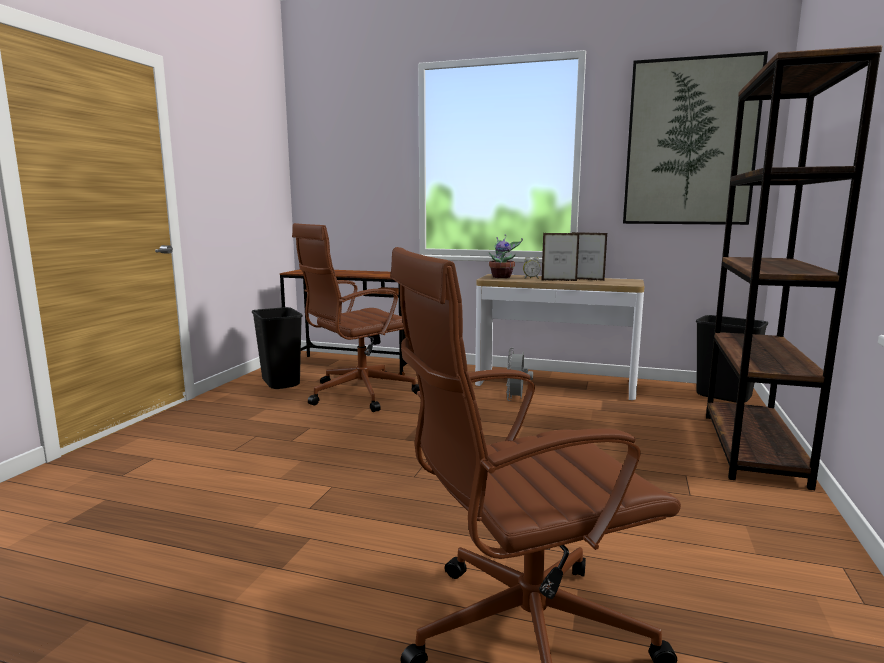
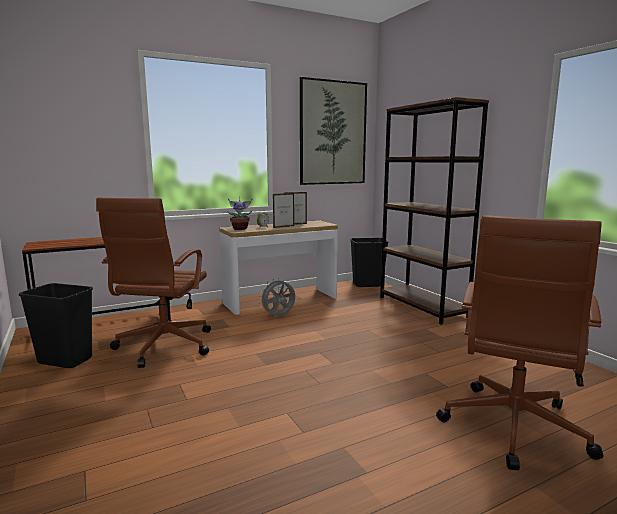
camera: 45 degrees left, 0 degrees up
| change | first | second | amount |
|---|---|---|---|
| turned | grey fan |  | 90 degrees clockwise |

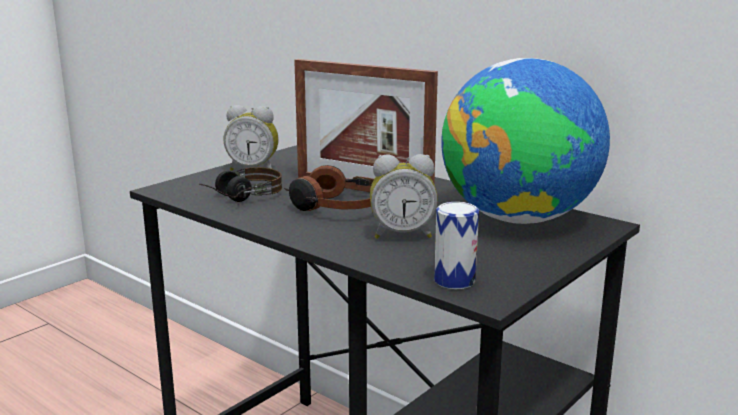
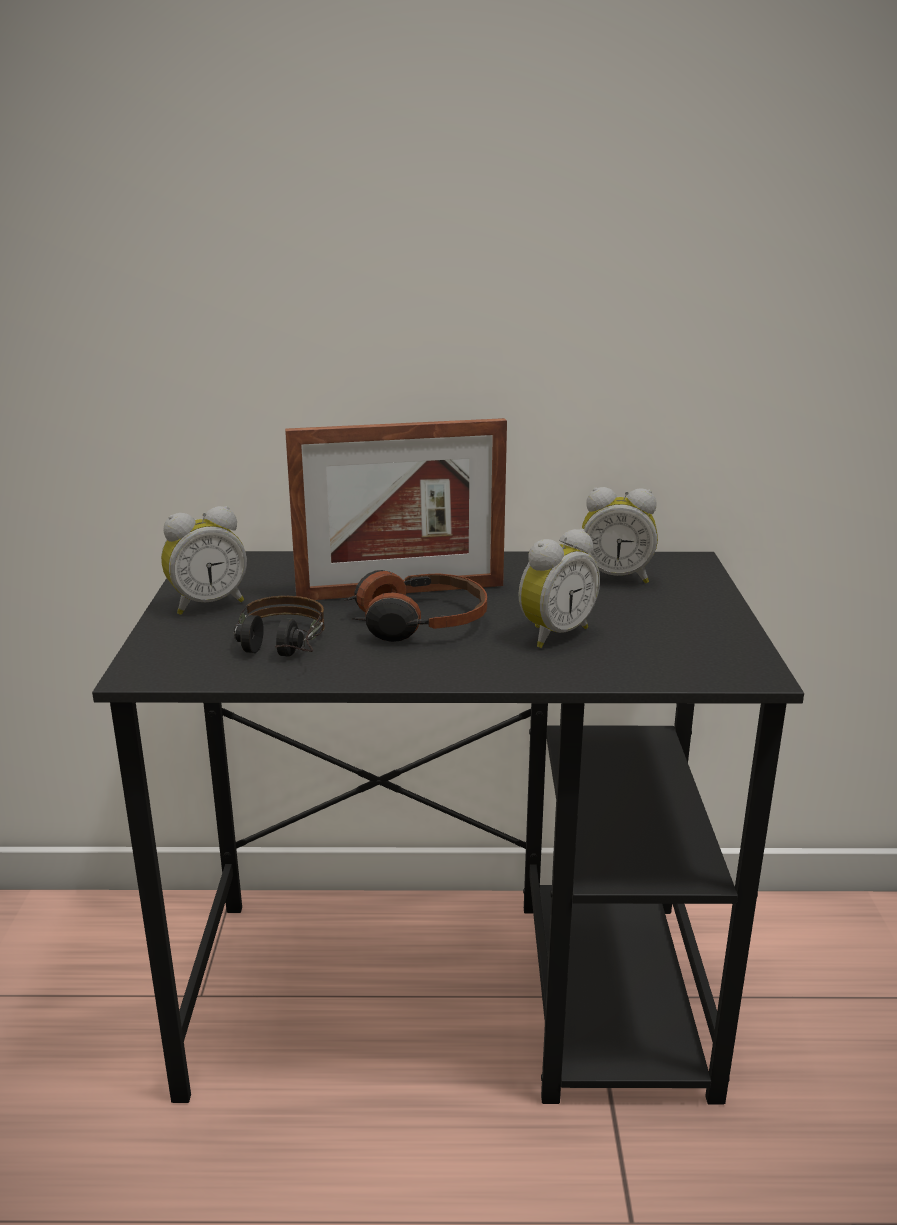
camera: 40 degrees left, 5 degrees up
| change | first | second | amount |
|---|---|---|---|
| replaced | globe | alarm clock (3rd from left) |  |
| removed | can |  |  |

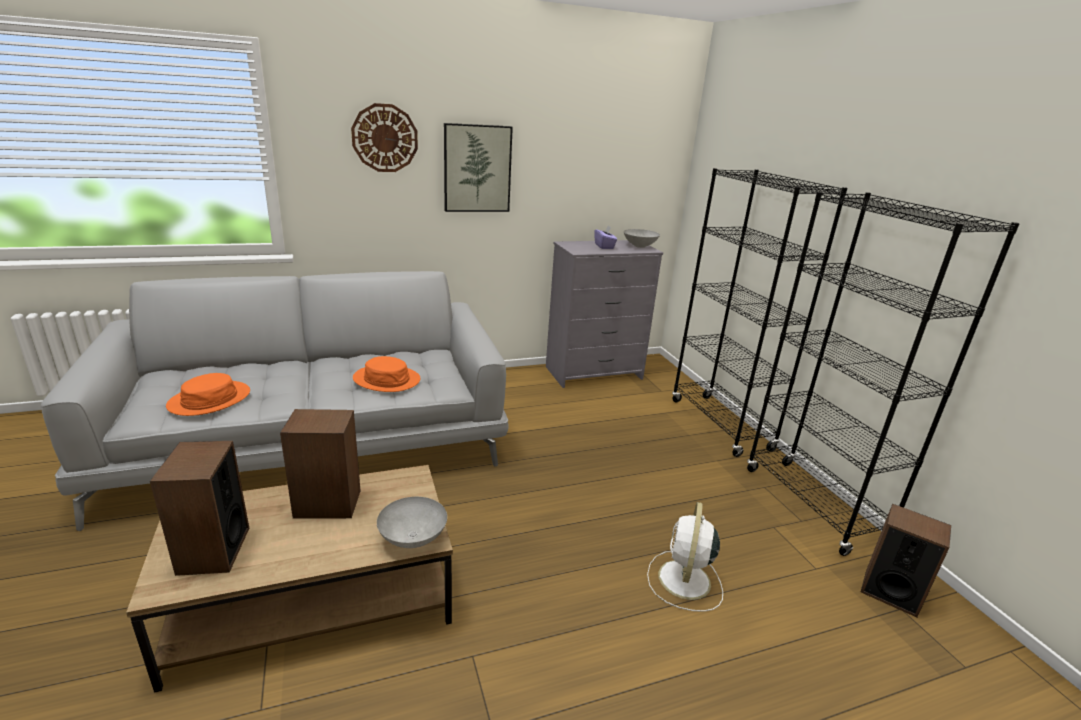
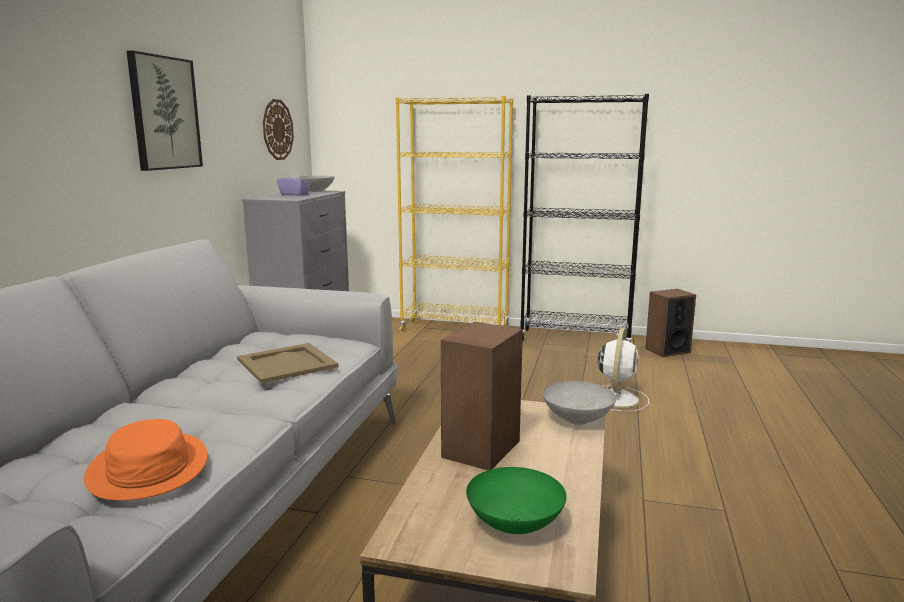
camera: 55 degrees left, 10 degrees down
| change | first | second | amount |
|---|---|---|---|
| replaced | orange hat (2nd from left) | beige tray |  |
| moved | wall clock |  |  |
| recoloured | black bookcase (1st from left) | yellow bookcase |  |
| replaced | speaker (1st from left) | green bowl |  |
| turned | white fan |  | 120 degrees counterclockwise |

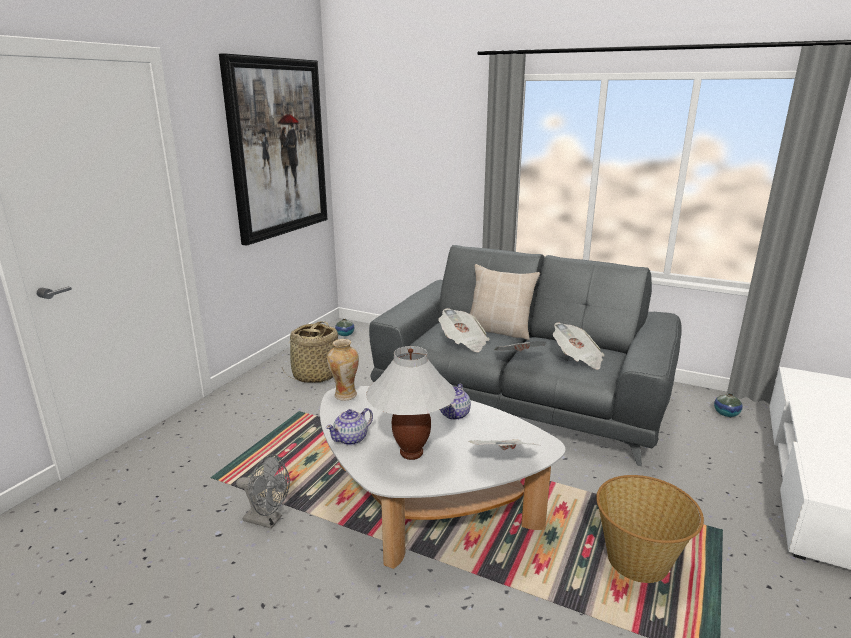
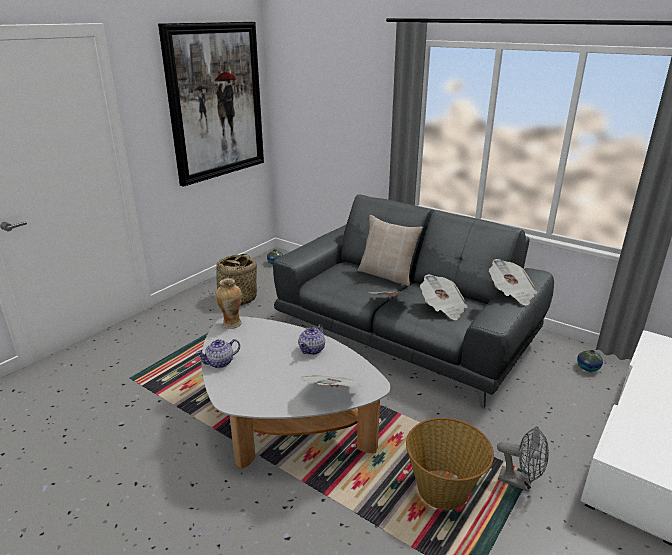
camera: 10 degrees right, 5 degrees up
| change | first | second | amount |
|---|---|---|---|
| moved | newspaper (1st from left in the first image) | newspaper (4th from left) |  |
| moved | grey fan |  |  |
| removed | white table lamp |  |  |

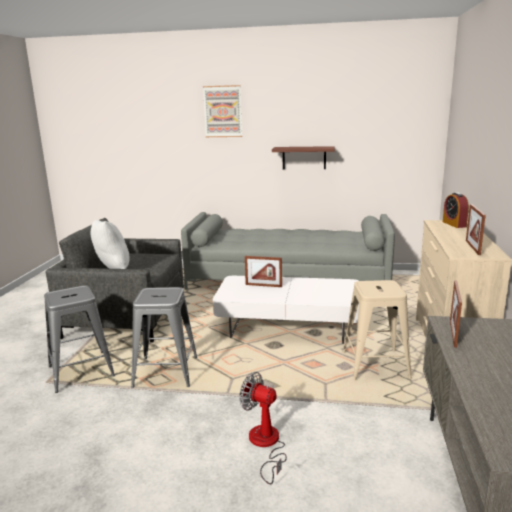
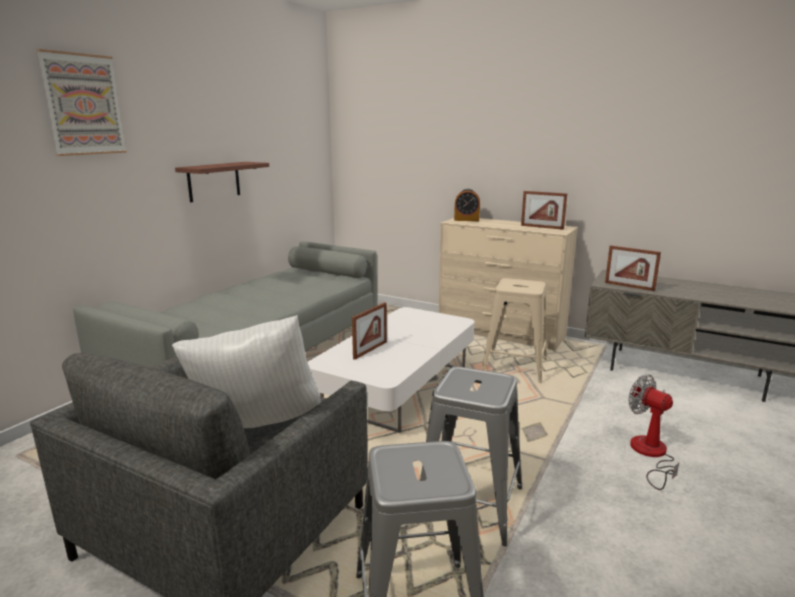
camera: 70 degrees left, 0 degrees up
| change | first | second | amount |
|---|---|---|---|
| turned | fan |  | 90 degrees clockwise |

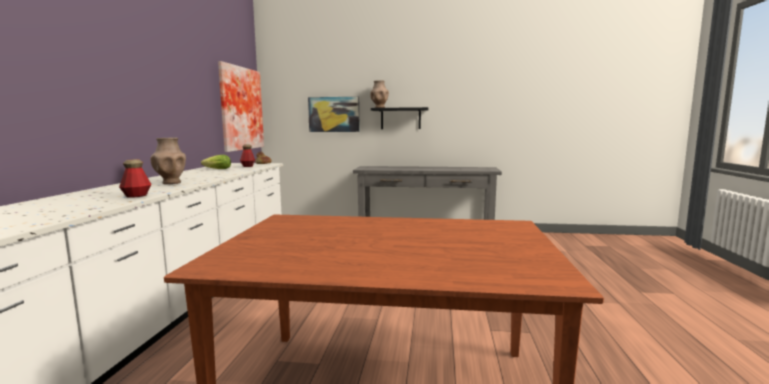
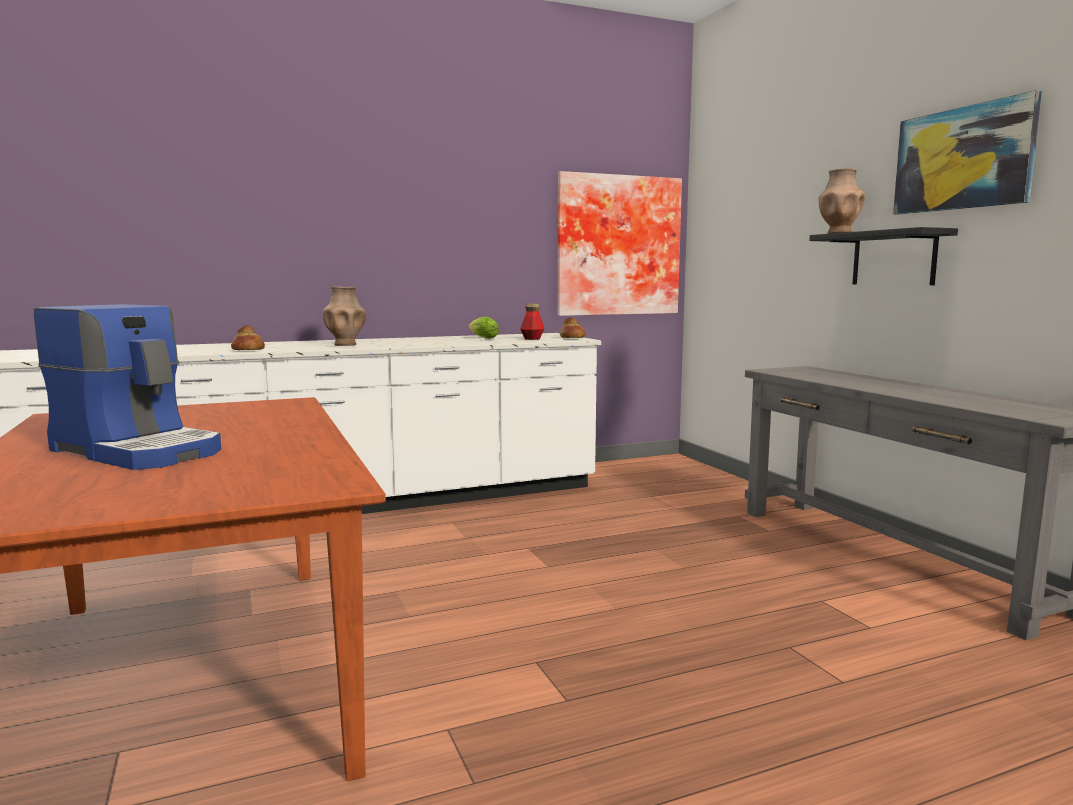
camera: 60 degrees right, 0 degrees up
| change | first | second | amount |
|---|---|---|---|
| added |  | coffee machine |  |
| replaced | bottle (1st from left) | bread (1st from left) |  |
| moved | picture (2nd from left) |  |  |

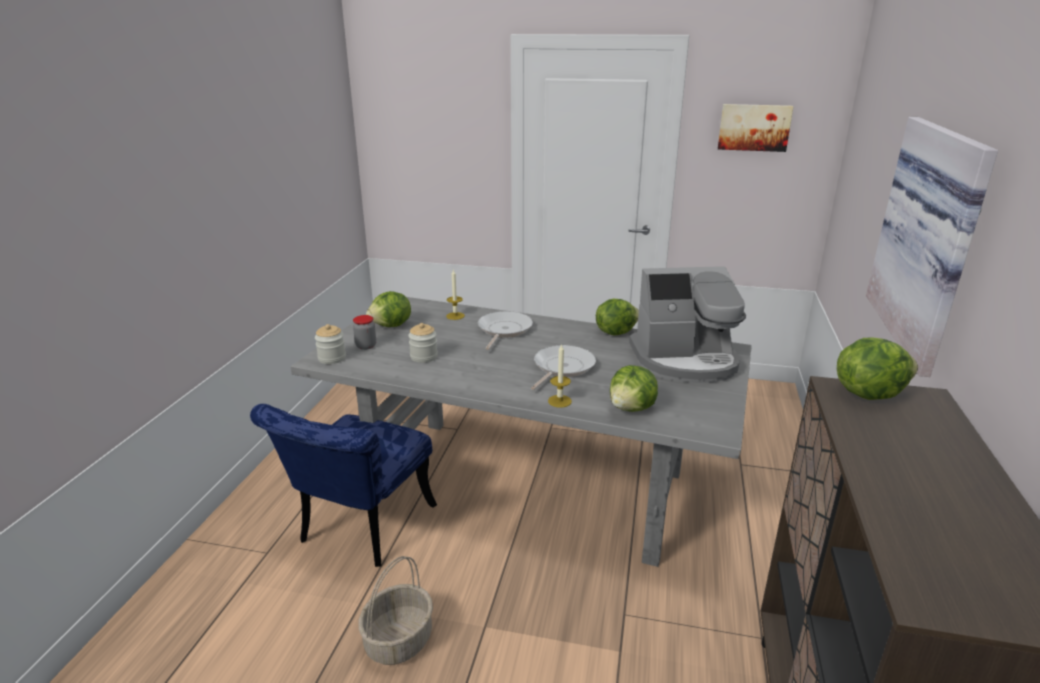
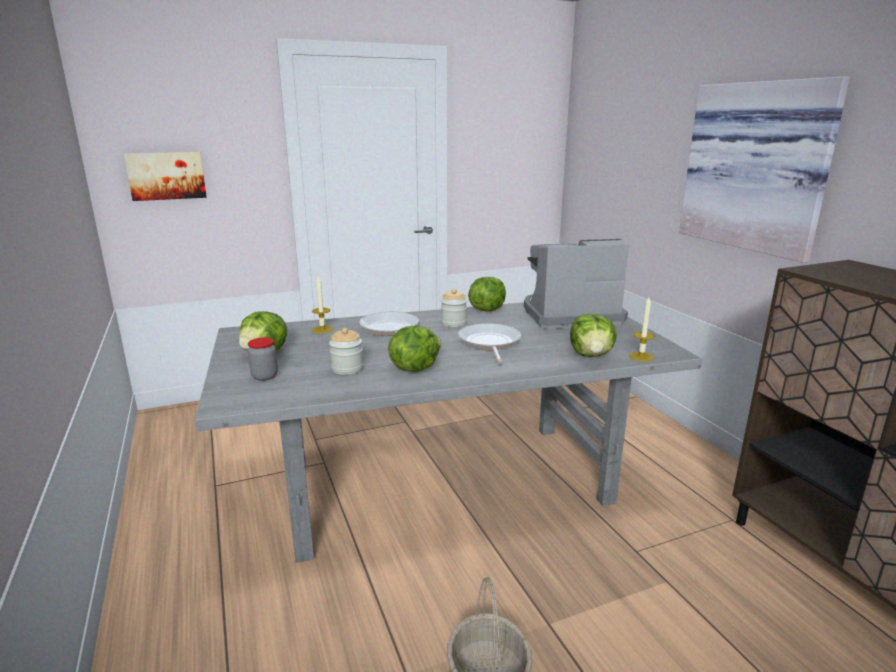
camera: 35 degrees left, 5 degrees down
| change | first | second | amount |
|---|---|---|---|
| moved | picture (1st from left) |  |  |
| moved | lettuce (4th from left in the first image) | lettuce (2nd from left) |  |
| moved | jar (1st from left in the first image) | jar (3rd from left) |  |
| turned | coffee machine |  | 150 degrees counterclockwise |
| moved | candle (2nd from left) |  |  |
| removed | blue chair |  |  |

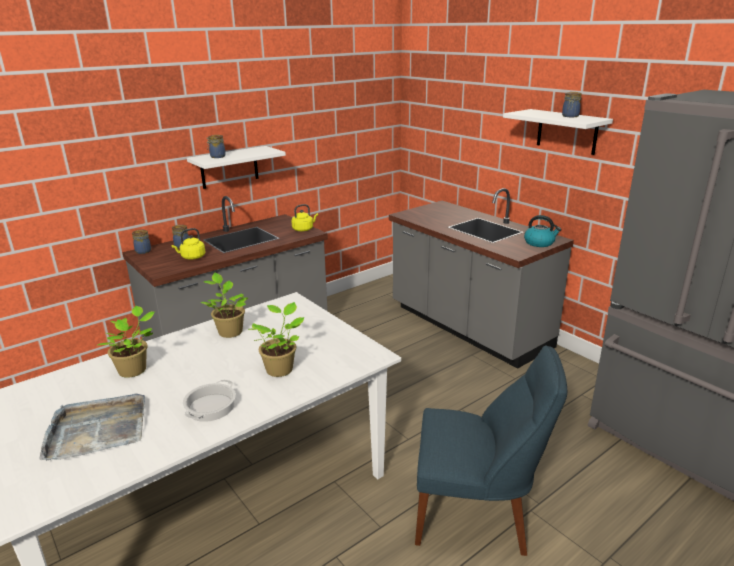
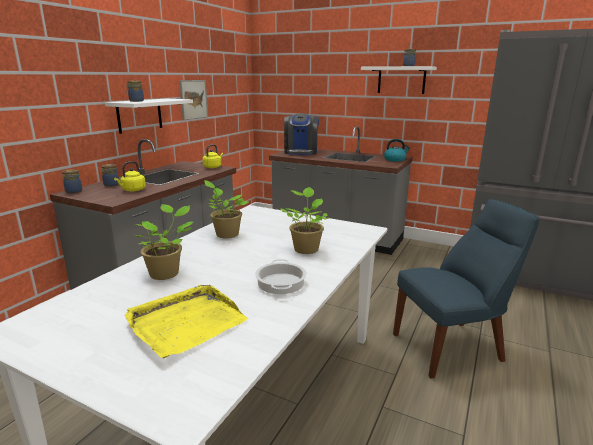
camera: 25 degrees left, 5 degrees down
| change | first | second | amount |
|---|---|---|---|
| recoloured | grey tray | yellow tray |  |
| added |  | picture |  |
| added |  | coffee machine |  |

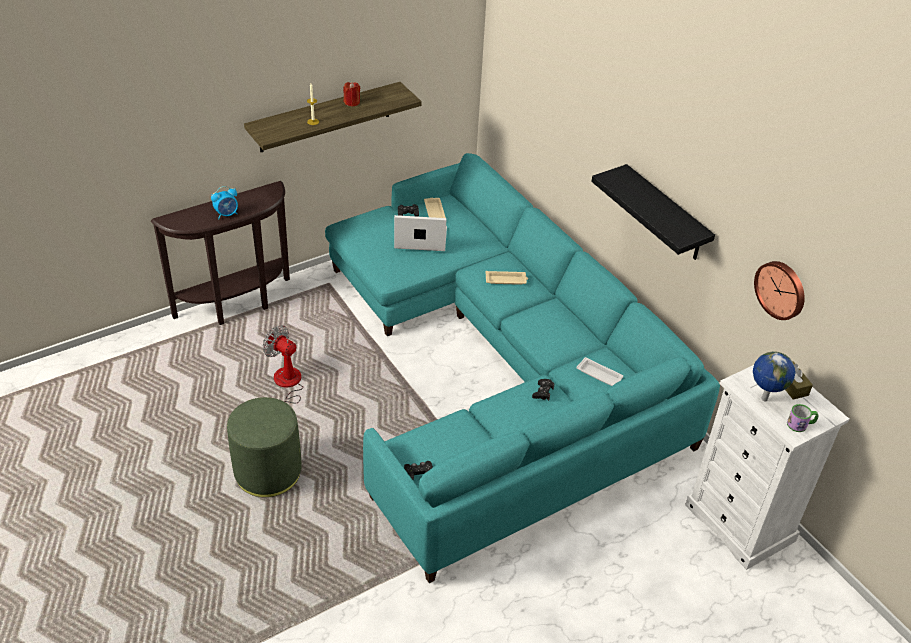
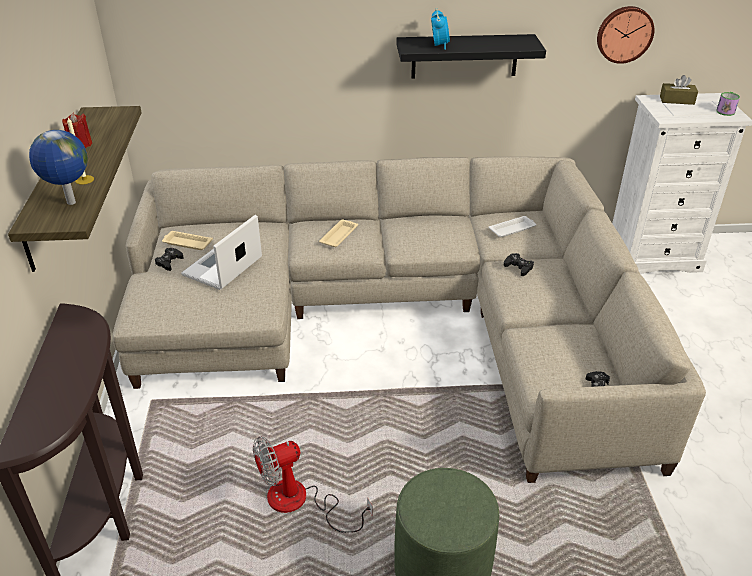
camera: 60 degrees left, 5 degrees down
| change | first | second | amount |
|---|---|---|---|
| moved | globe |  |  |
| recoloured | turquoise sofa | beige sofa |  |
| moved | alarm clock |  |  |

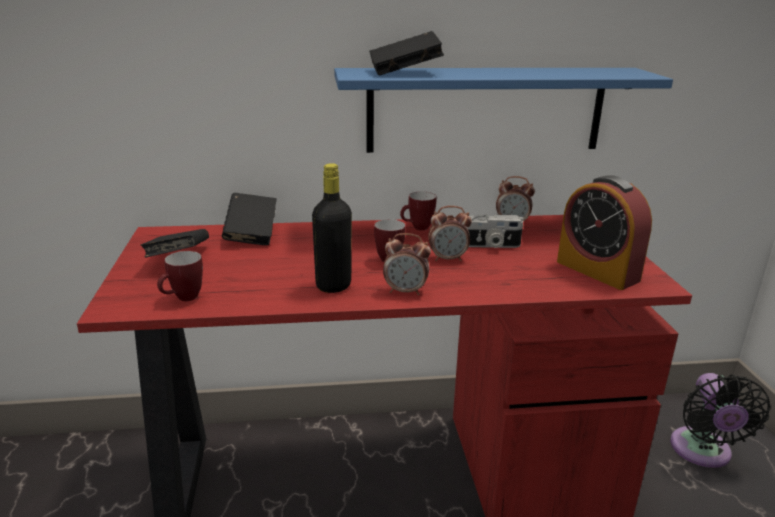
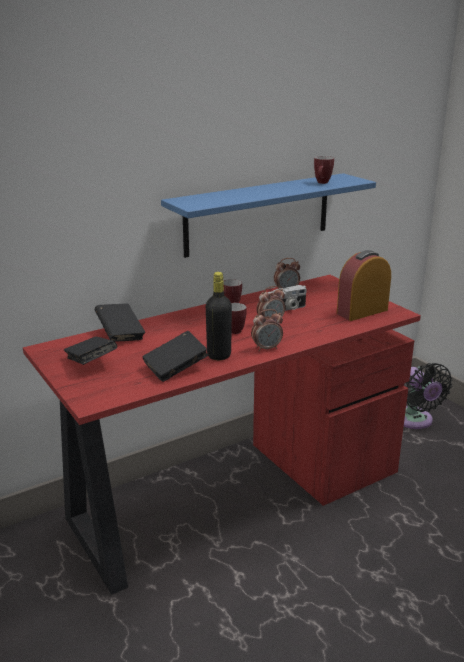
camera: 25 degrees left, 0 degrees up
| change | first | second | amount |
|---|---|---|---|
| moved | black book (3rd from left) |  |  |
| moved | mug (1st from left in the first image) | mug (3rd from left) |  |
| turned | alarm clock (4th from left) |  | 120 degrees clockwise |

